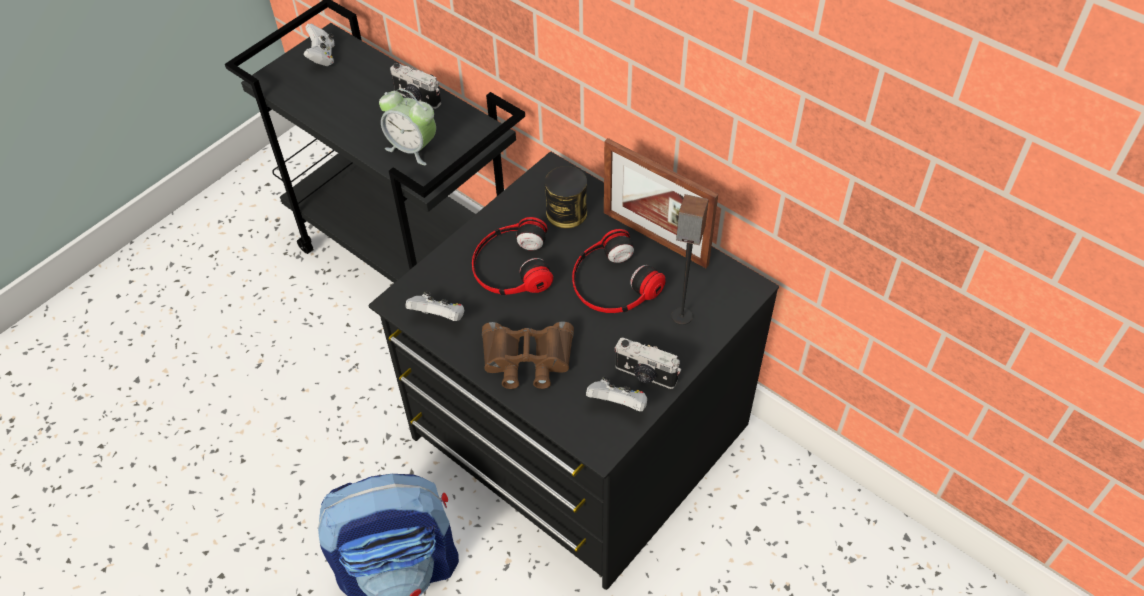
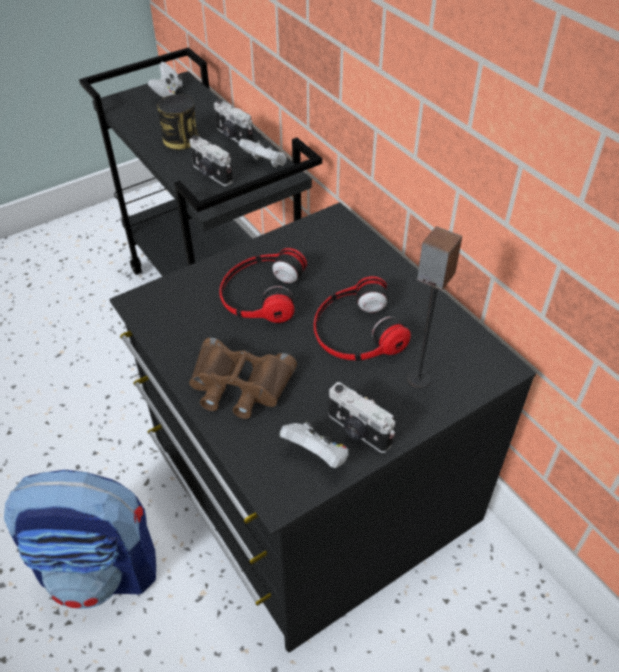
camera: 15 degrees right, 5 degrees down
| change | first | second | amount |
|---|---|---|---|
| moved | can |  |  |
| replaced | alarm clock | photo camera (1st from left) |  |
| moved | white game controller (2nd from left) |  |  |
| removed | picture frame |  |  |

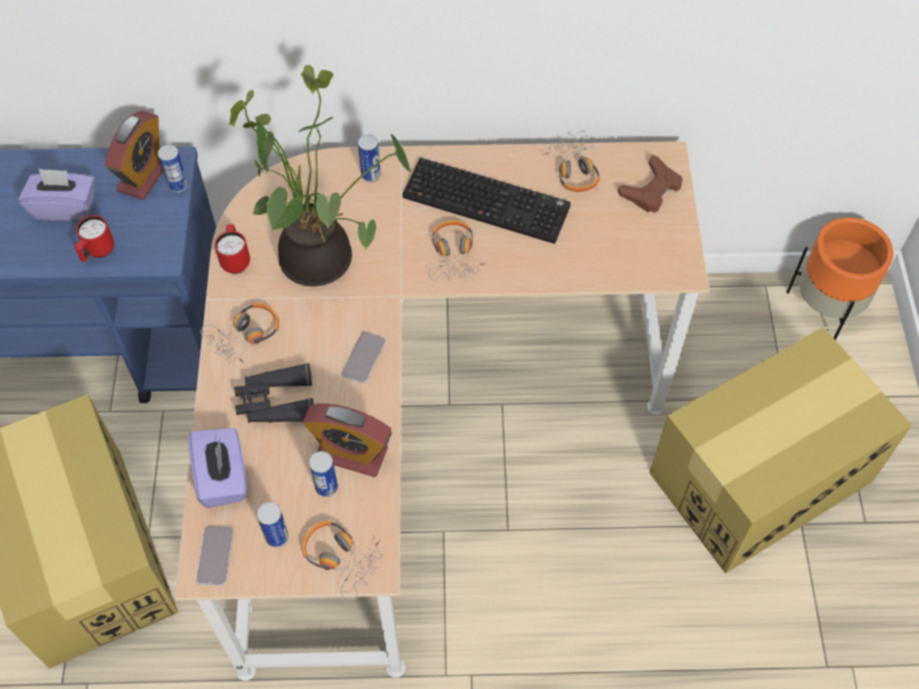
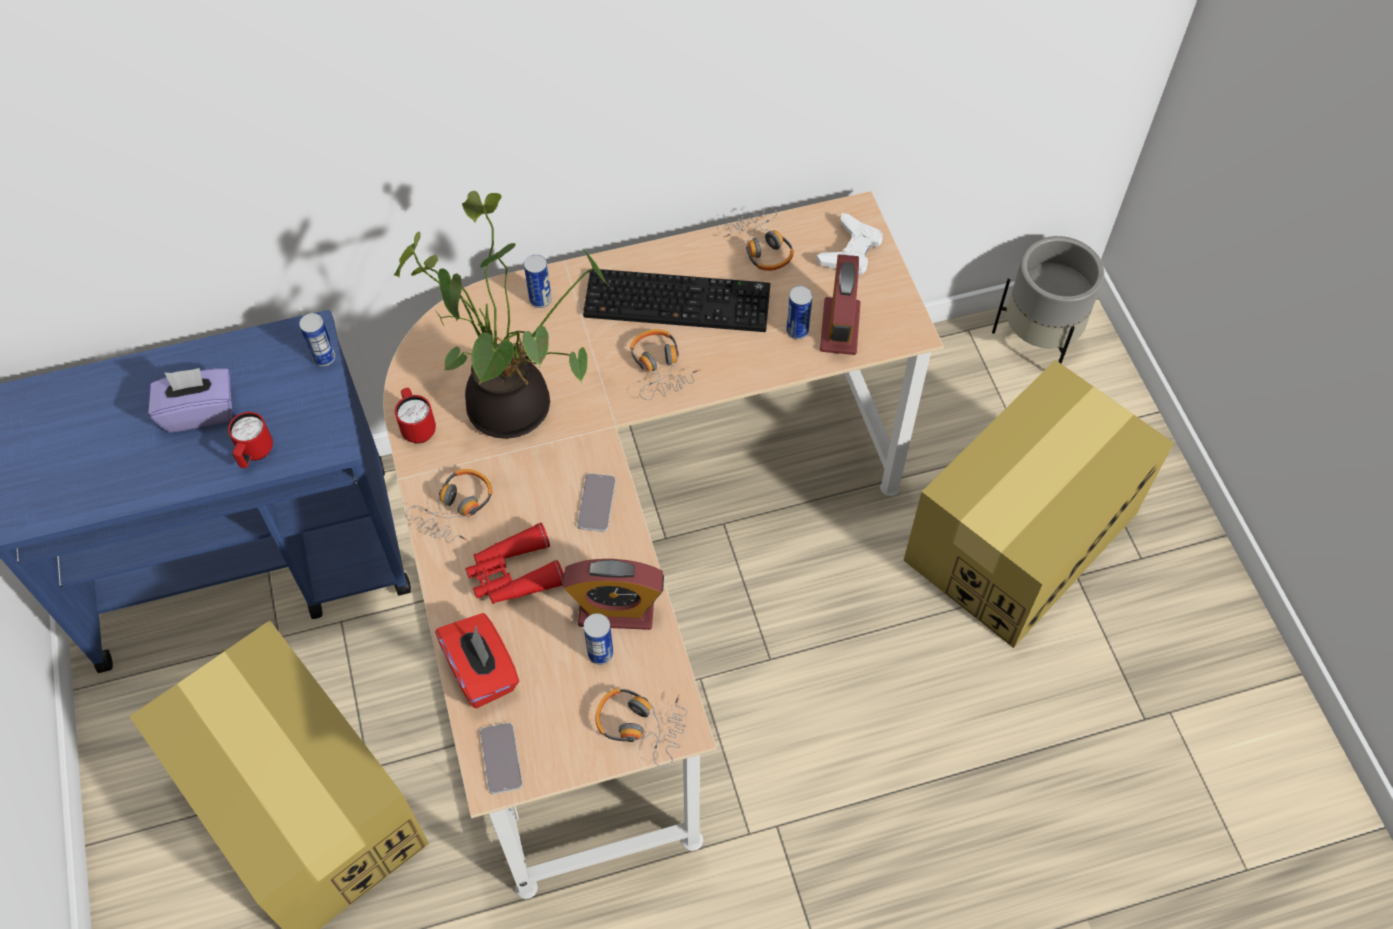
camera: 15 degrees left, 0 degrees up
| change | first | second | amount |
|---|---|---|---|
| recoloured | purple tissue box (2nd from left) | red tissue box |  |
| recoloured | black binoculars | red binoculars |  |
| moved | can (2nd from left in the first image) | can (4th from left) |  |
| recoloured | brown game controller | white game controller |  |
| moved | alarm clock (1st from left in the first image) | alarm clock (2nd from left) |  |
| recoloured | orange planter | grey planter |  |

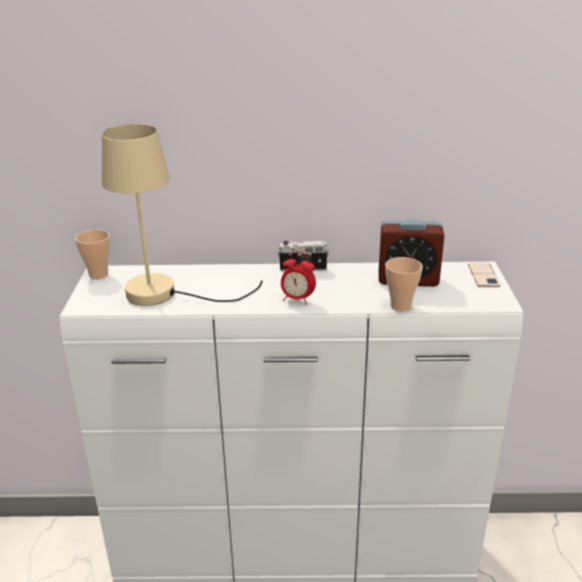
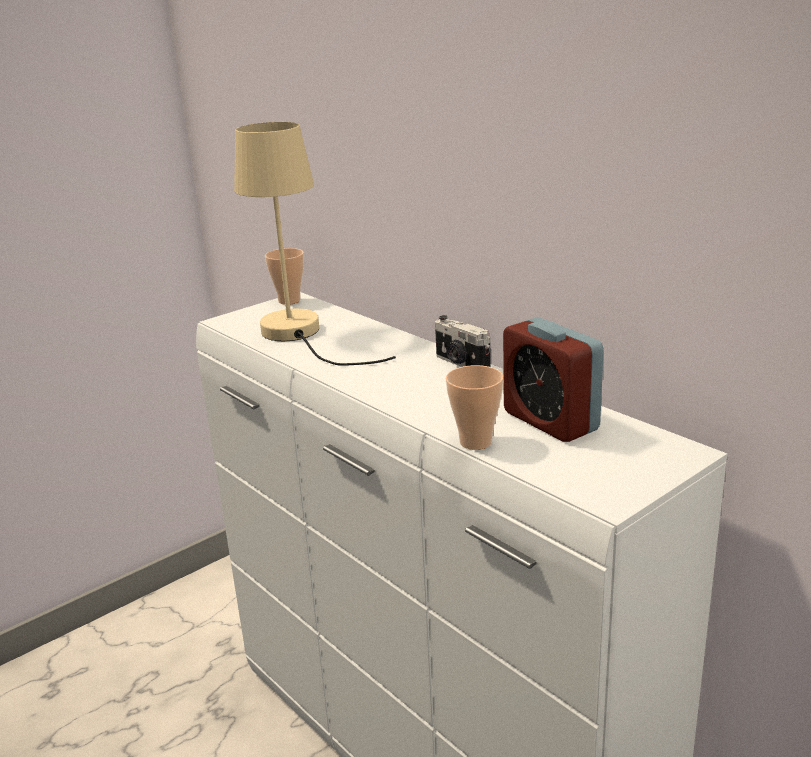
camera: 50 degrees right, 5 degrees down
| change | first | second | amount |
|---|---|---|---|
| removed | alarm clock (1st from left) |  |  |
| removed | phone |  |  |

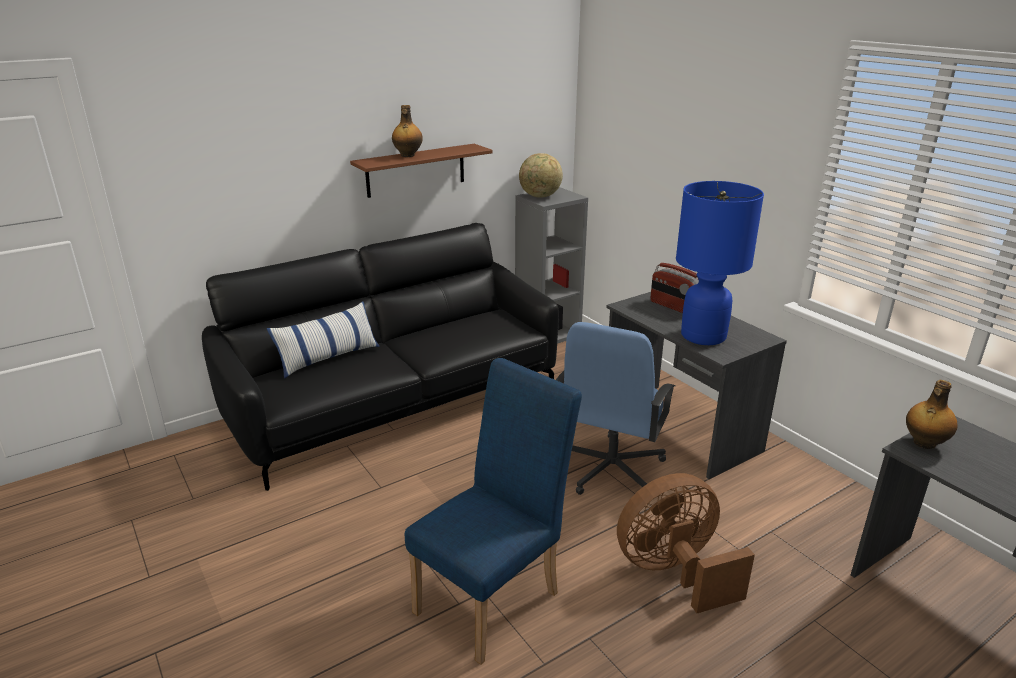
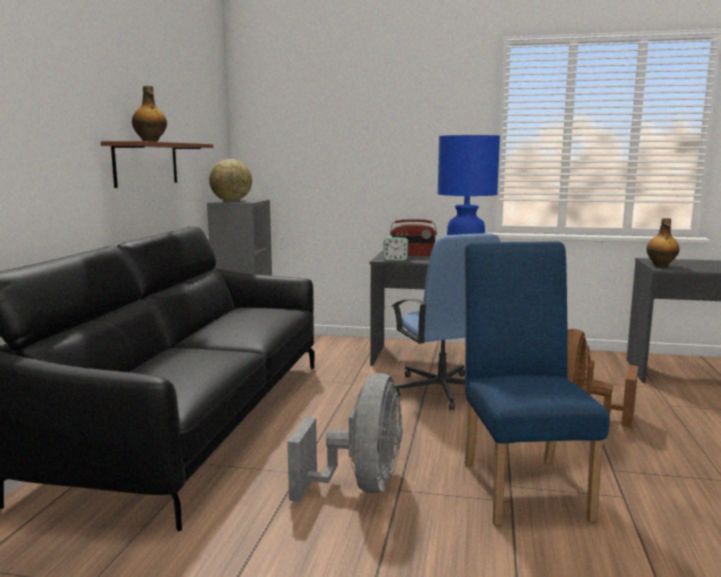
camera: 45 degrees left, 15 degrees down
| change | first | second | amount |
|---|---|---|---|
| added |  | grey fan |  |
| added |  | alarm clock |  |
| removed | pillow |  |  |

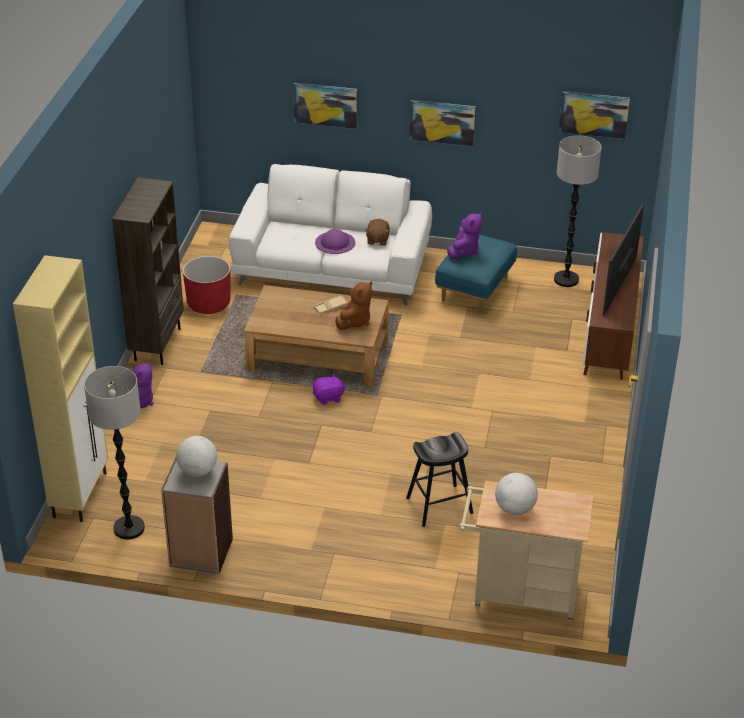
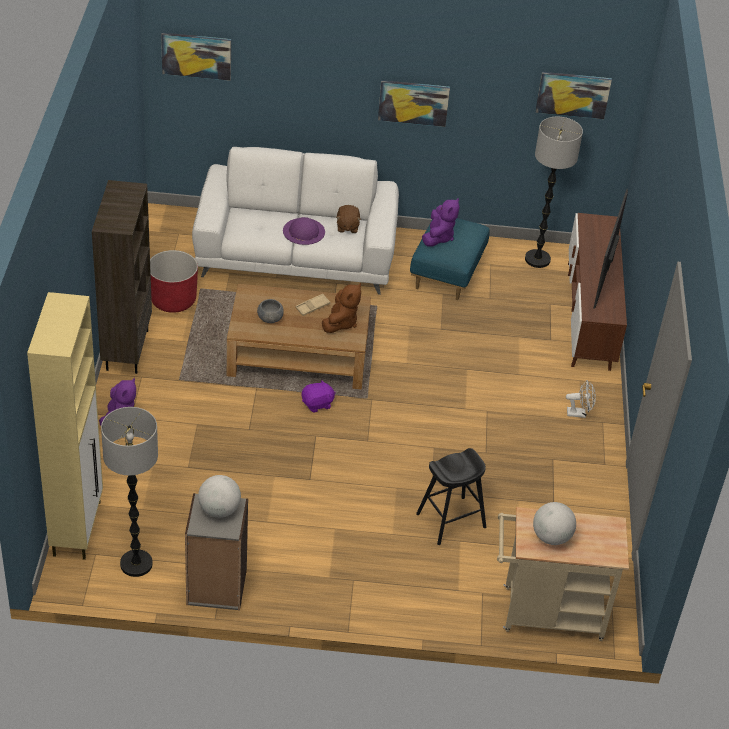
camera: 10 degrees left, 5 degrees up
| change | first | second | amount |
|---|---|---|---|
| moved | picture (1st from left) |  |  |
| added |  | grey bowl |  |
| added |  | white fan |  |

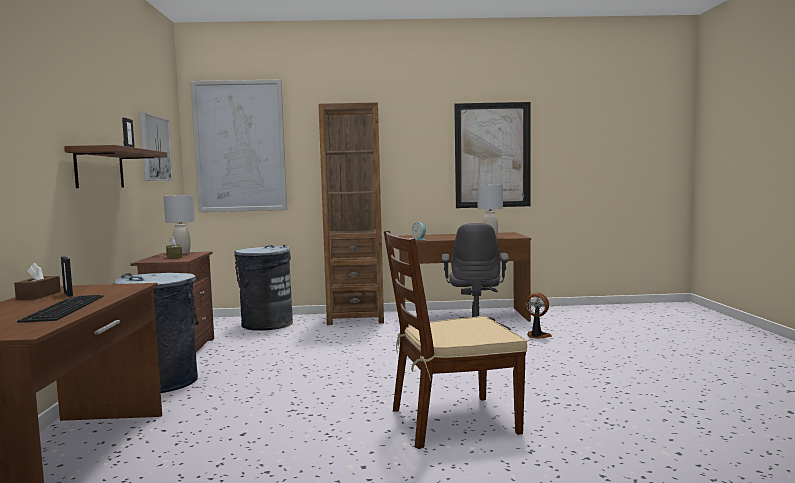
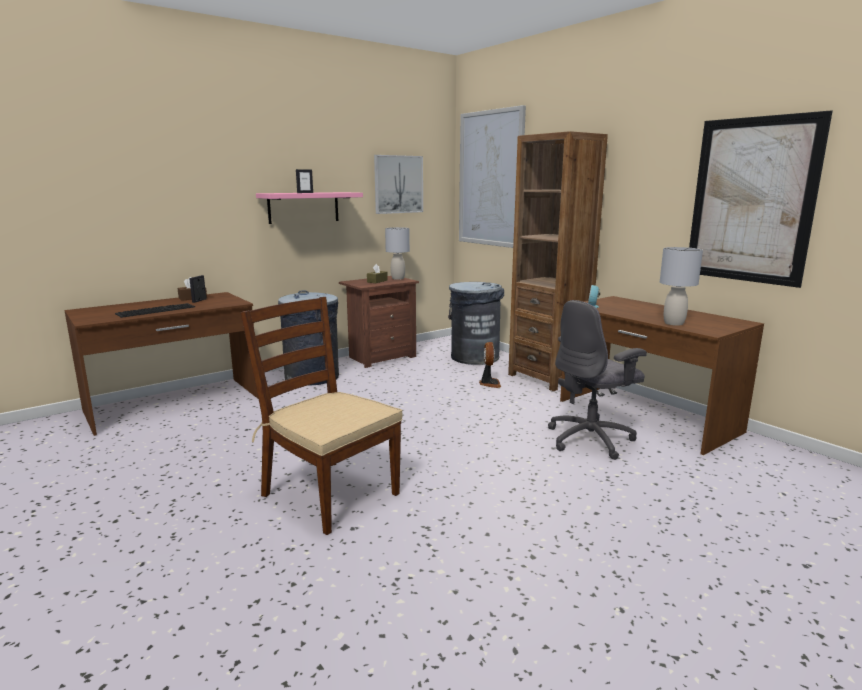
camera: 55 degrees right, 10 degrees up
| change | first | second | amount |
|---|---|---|---|
| recoloured | brown shelf | pink shelf |  |
| moved | fan |  |  |

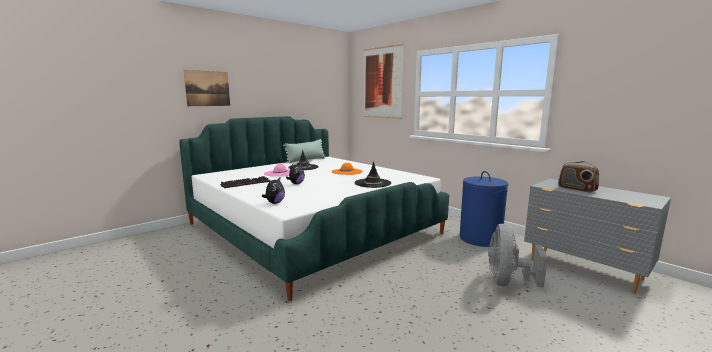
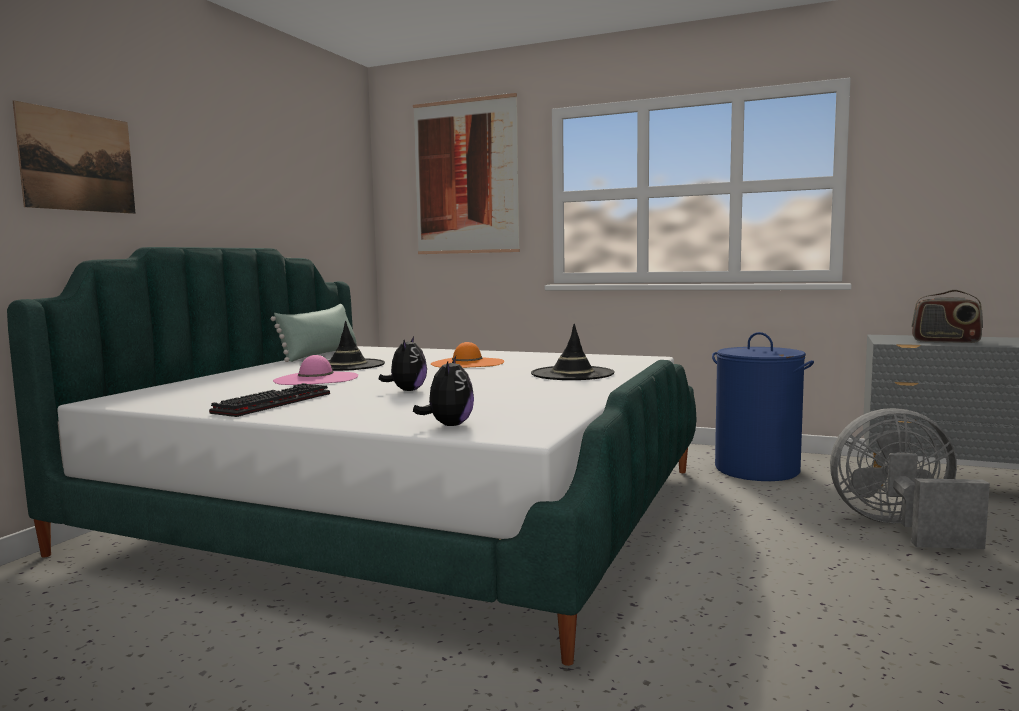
camera: 25 degrees left, 5 degrees down
| change | first | second | amount |
|---|---|---|---|
| turned | grey fan |  | 105 degrees clockwise |

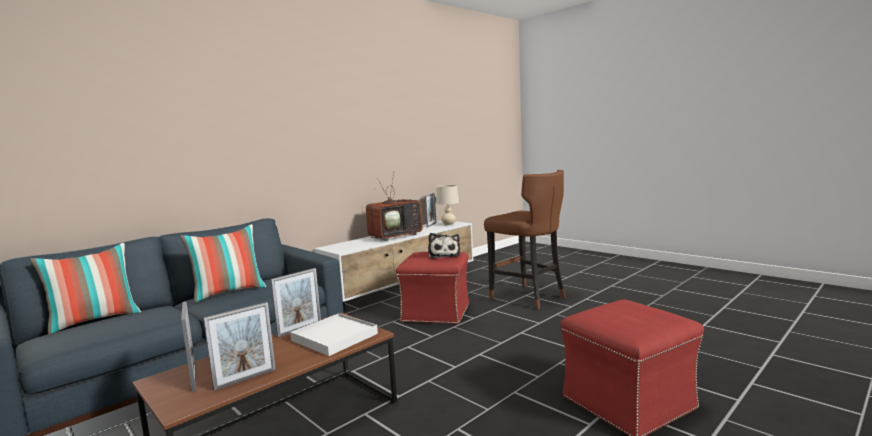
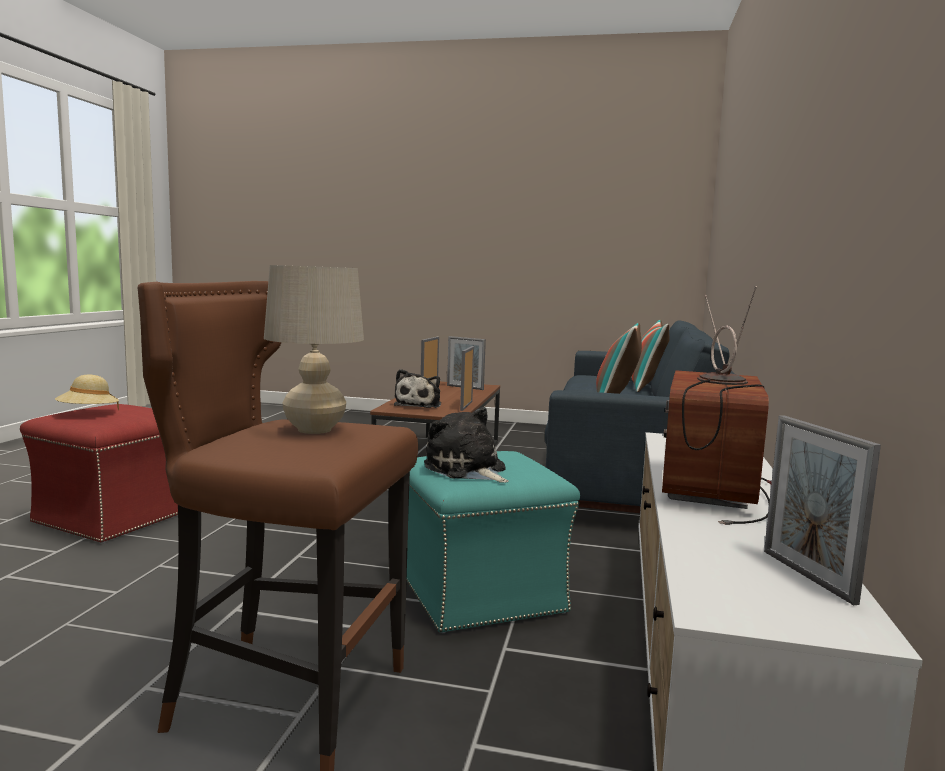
camera: 145 degrees right, 0 degrees up
| change | first | second | amount |
|---|---|---|---|
| added |  | beige hat |  |
| moved | beige table lamp |  |  |
| replaced | white tray | plush toy (1st from left) |  |
| recoloured | red ottoman (1st from left) | turquoise ottoman |  |

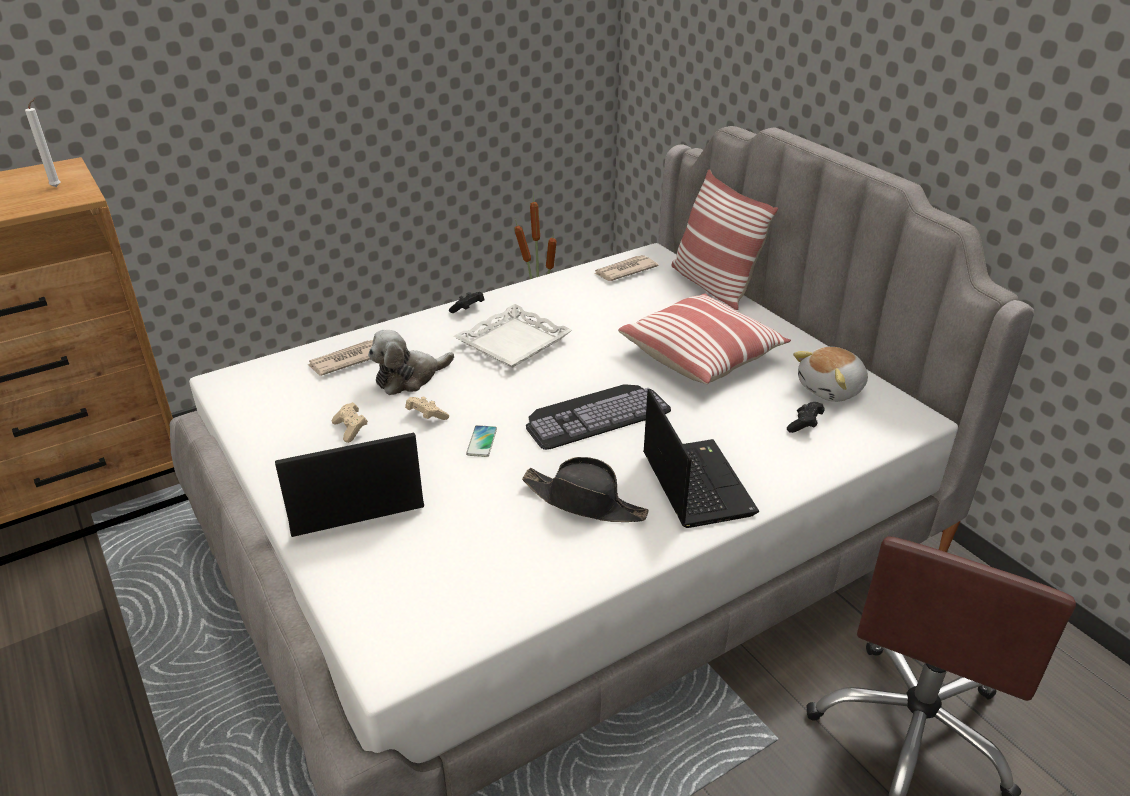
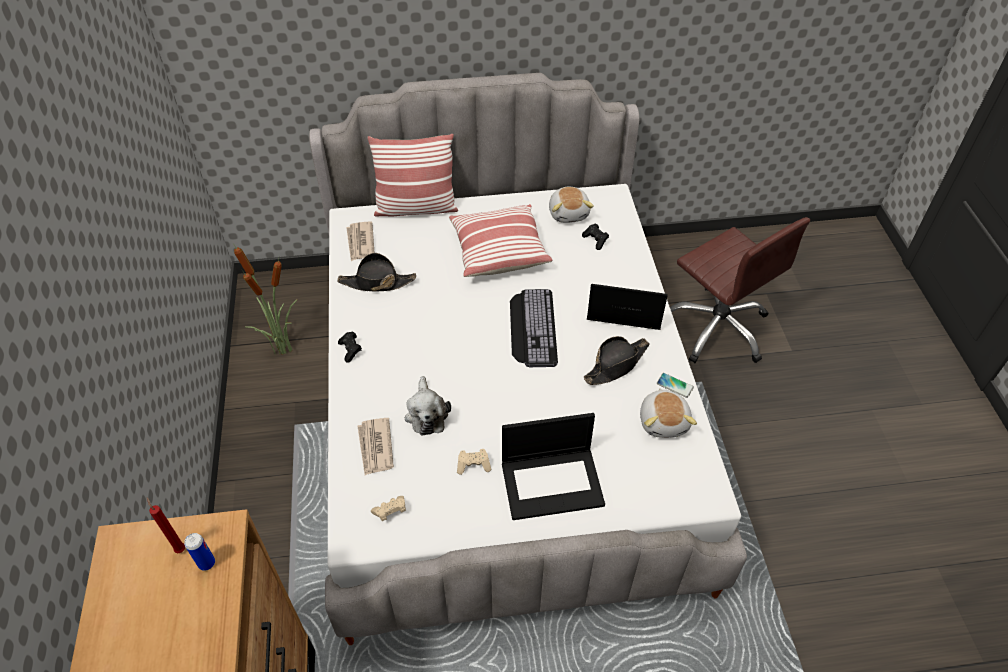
camera: 65 degrees left, 15 degrees up
| change | first | second | amount |
|---|---|---|---|
| recoloured | white candle | red candle |  |
| added |  | can |  |
| added |  | black hat (1st from left) |  |
| moved | beige game controller (2nd from left in the first image) | beige game controller (1st from left) |  |
| turned | laptop (1st from left) |  | 105 degrees counterclockwise |
| added |  | plush toy (3rd from left) |  |
| moved | phone |  |  |
| removed | white tray |  |  |

